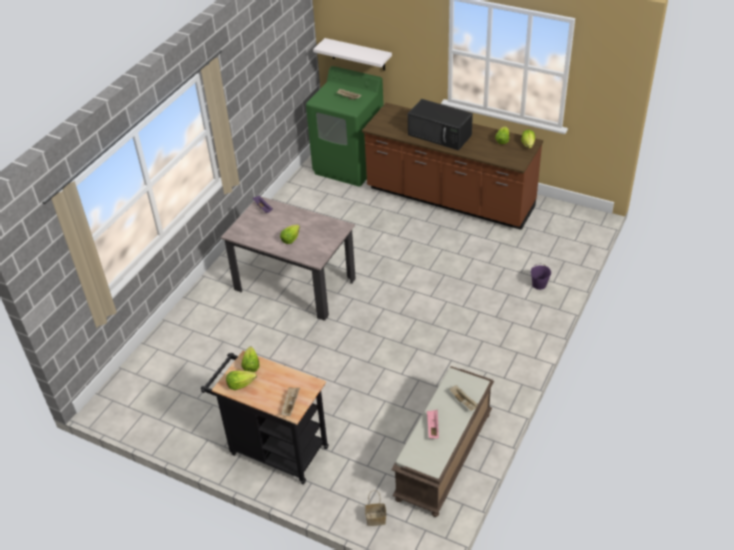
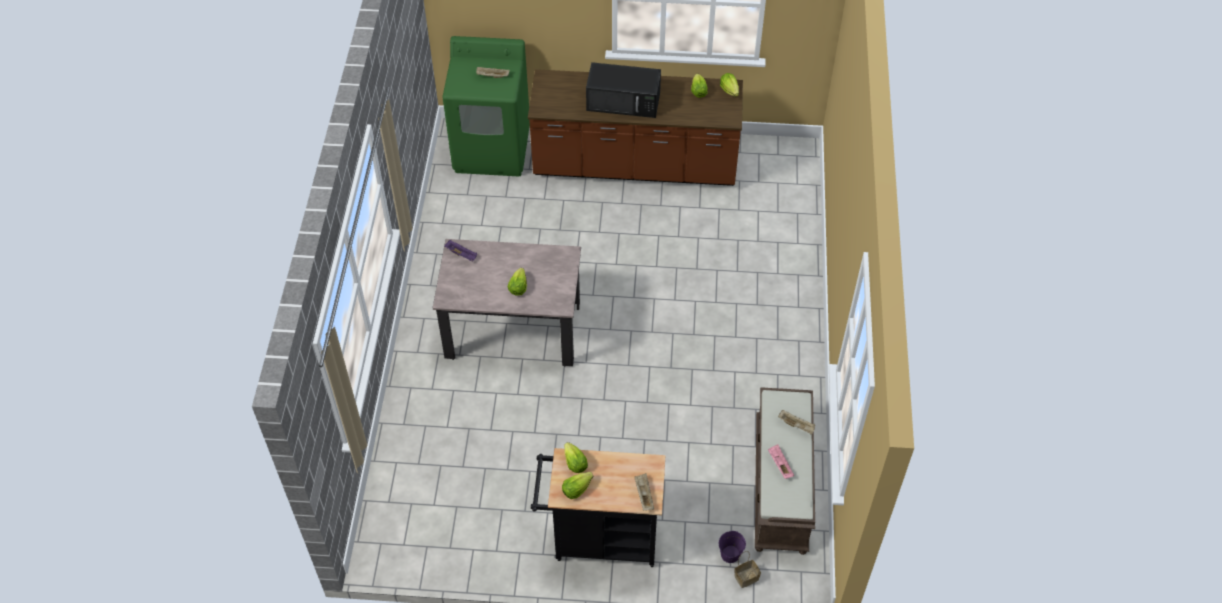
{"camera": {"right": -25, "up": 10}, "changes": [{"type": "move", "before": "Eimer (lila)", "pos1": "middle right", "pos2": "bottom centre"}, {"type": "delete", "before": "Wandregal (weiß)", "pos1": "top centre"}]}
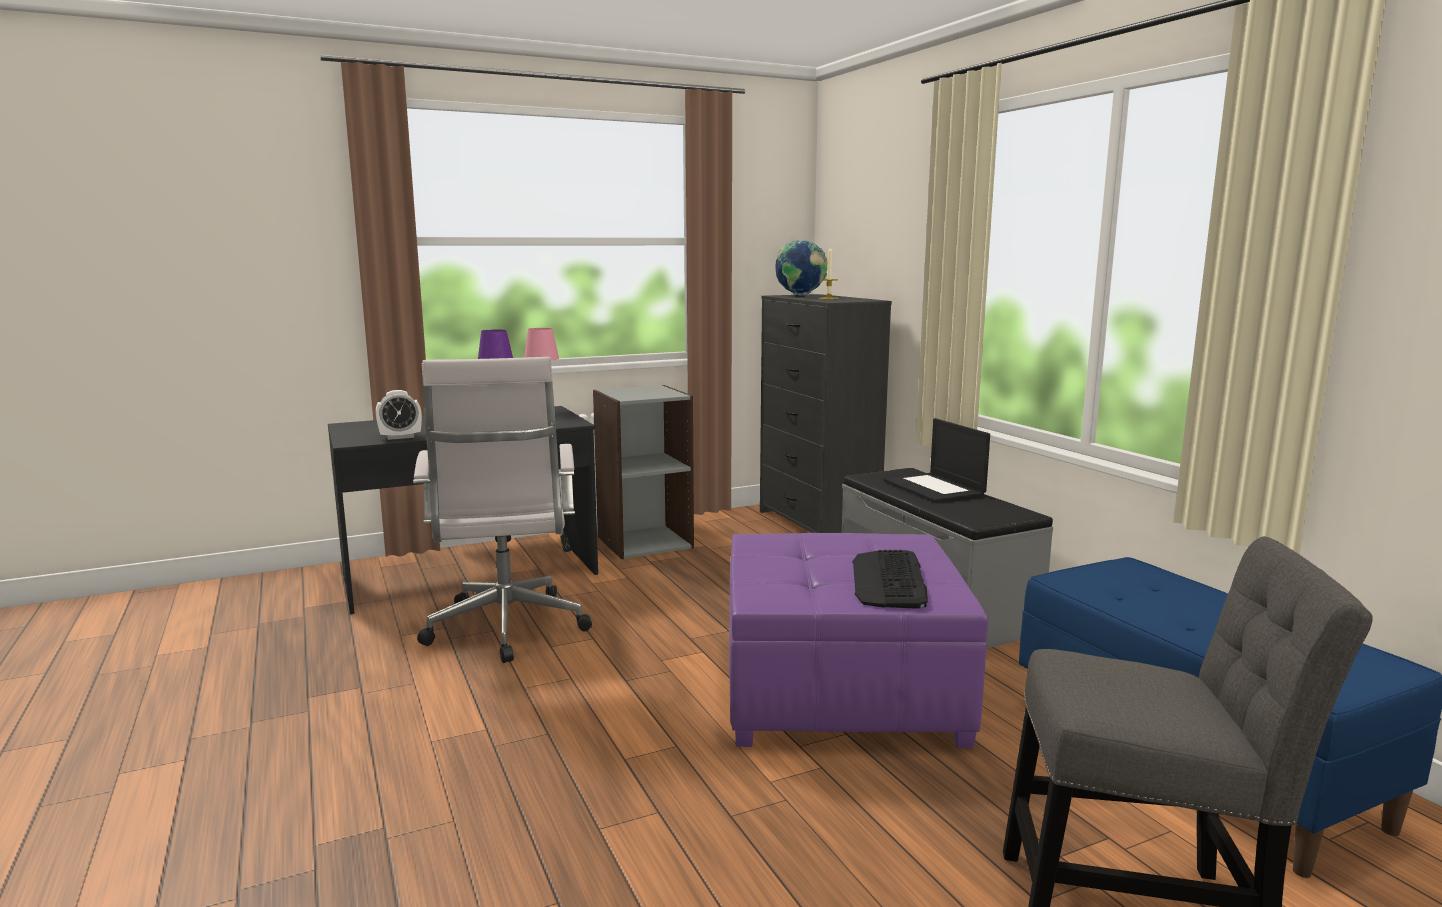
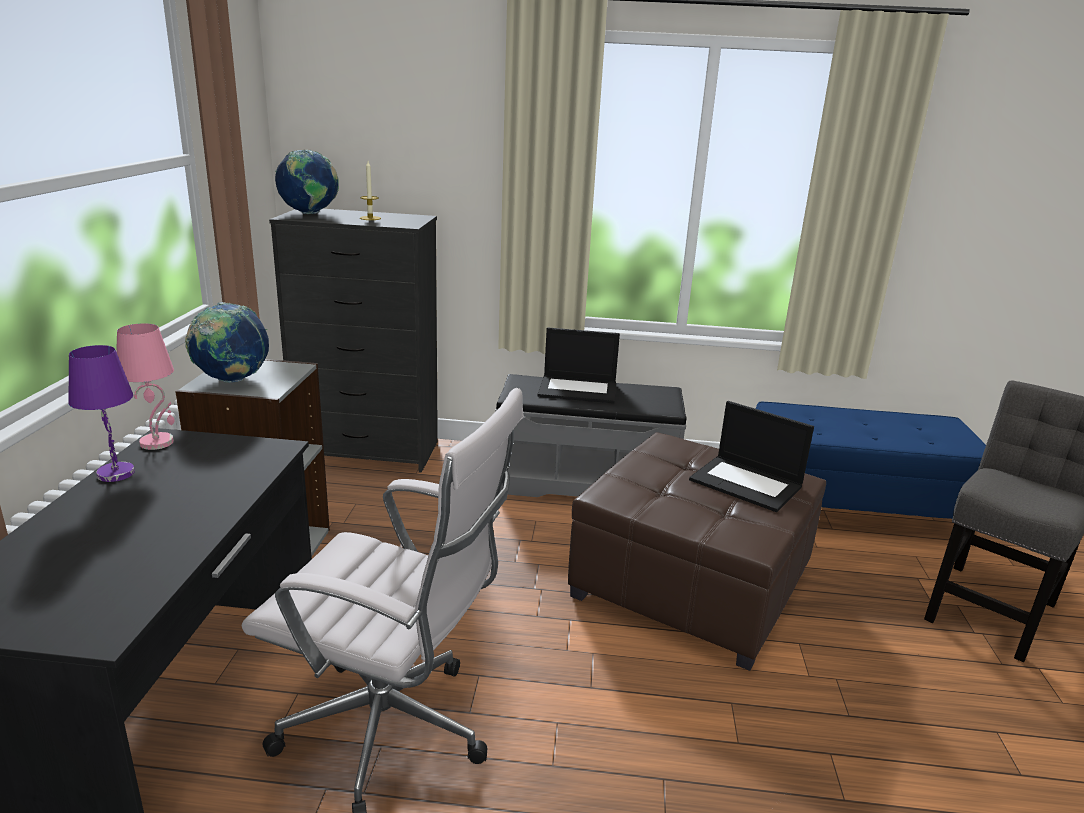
{"camera": {"right": -60, "up": 10}, "changes": [{"type": "insert", "after": "Globus (1st from left)", "pos2": "middle left"}, {"type": "recolor", "before": "Polsterhocker (lila)", "after": "Polsterhocker (braun)", "pos1": "bottom centre", "pos2": "bottom centre"}, {"type": "replace", "before": "Tastatur", "after": "Laptop (2nd from left)", "pos1": "centre", "pos2": "middle right"}, {"type": "delete", "before": "Wecker", "pos1": "middle left"}]}
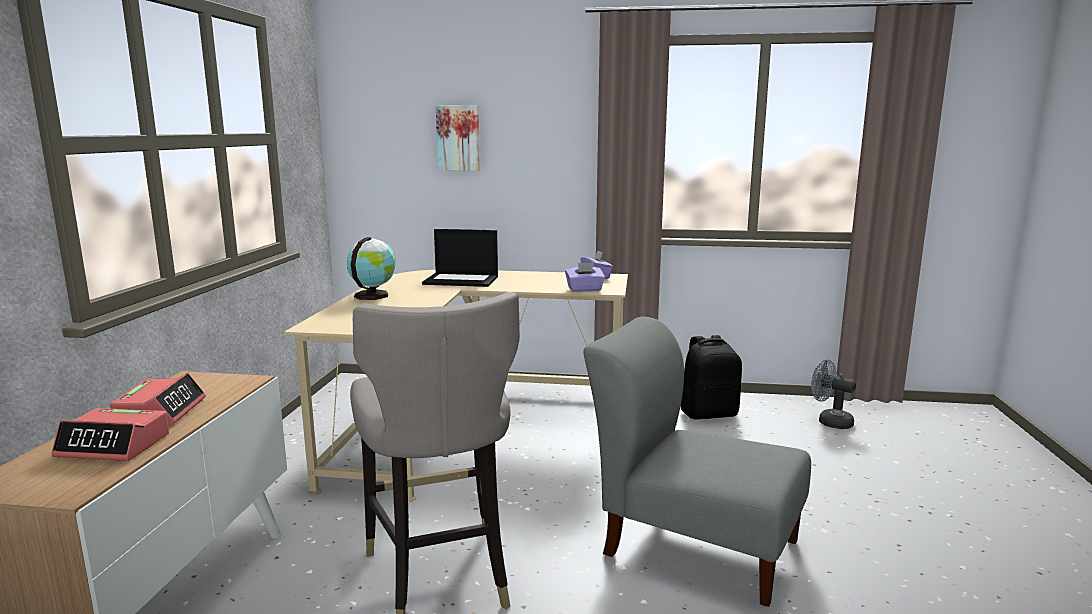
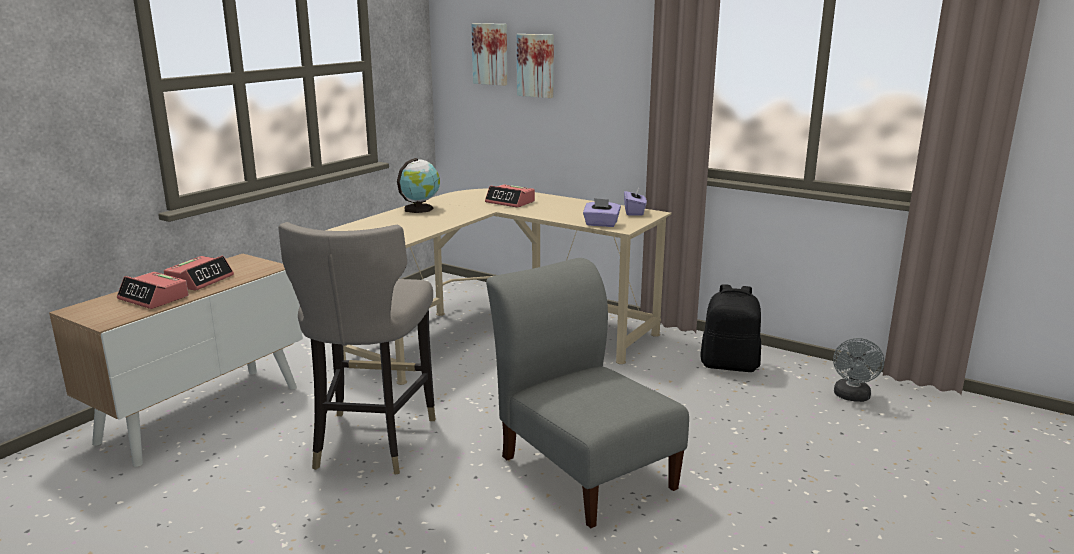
{"camera": {"right": 25, "up": 5}, "changes": [{"type": "insert", "after": "Bild (1st from left)", "pos2": "top centre"}, {"type": "replace", "before": "Laptop", "after": "Wecker (3rd from left)", "pos1": "centre", "pos2": "centre"}, {"type": "rotate", "before": "Ventilator (grau)", "pos1": "middle right", "pos2": "bottom right", "turn": -135}]}
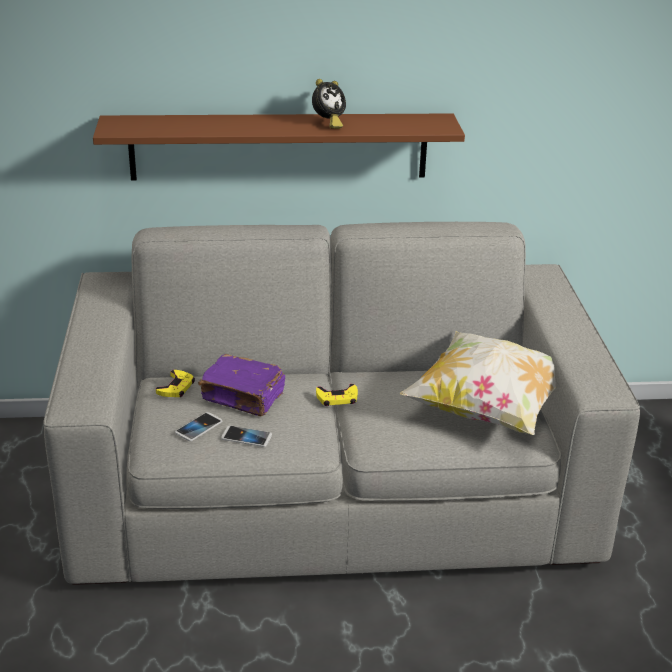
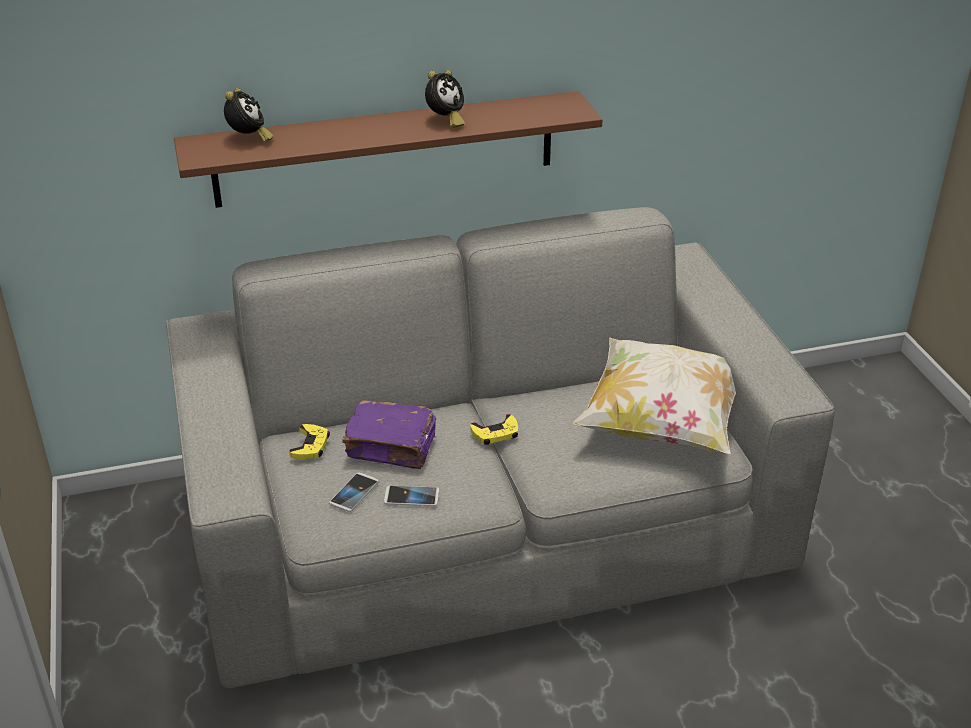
{"camera": {"right": -10, "up": 5}, "changes": [{"type": "insert", "after": "Wecker (1st from left)", "pos2": "top left"}]}
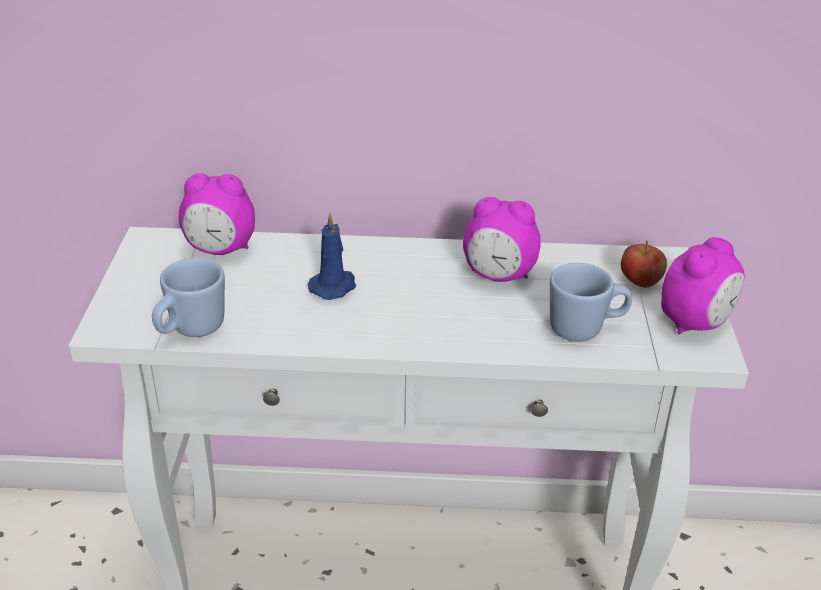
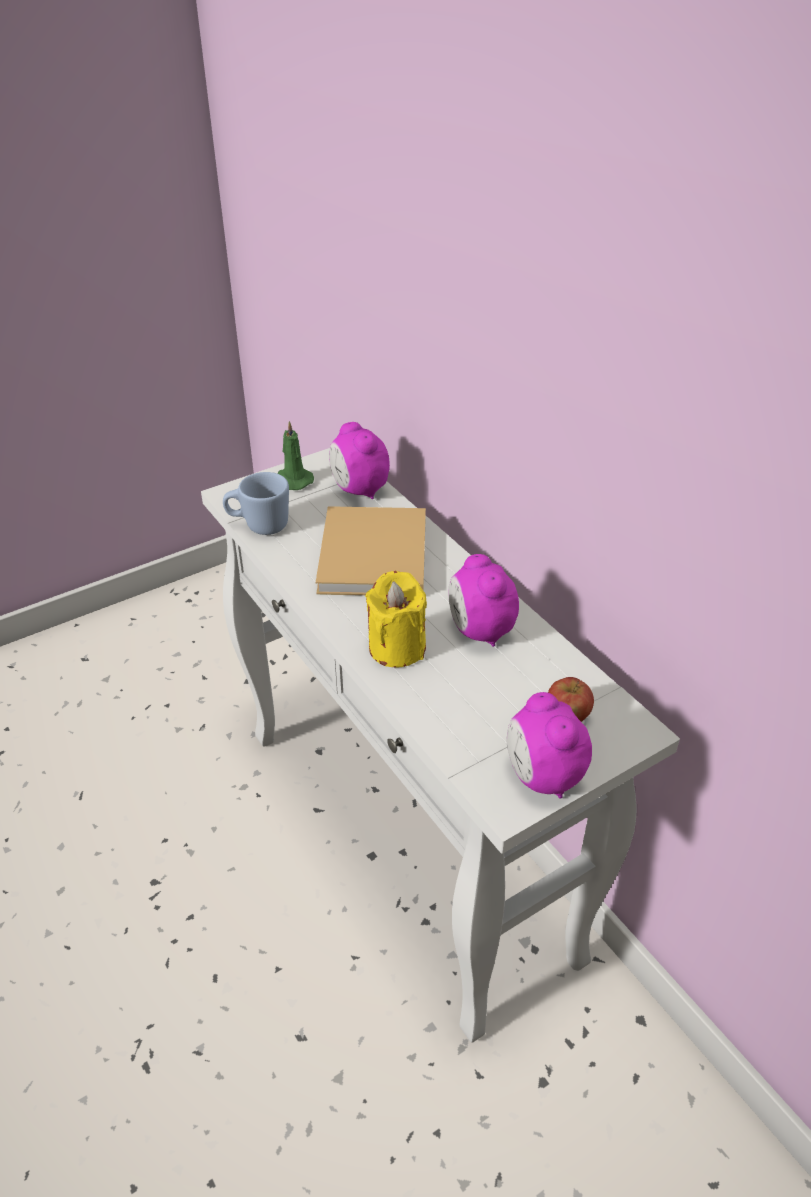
{"camera": {"right": 55, "up": 5}, "changes": [{"type": "insert", "after": "Kerze (grün)", "pos2": "centre"}, {"type": "replace", "before": "Kerze (blau)", "after": "Buch (beige)", "pos1": "centre", "pos2": "centre"}, {"type": "insert", "after": "Kerze (gelb)", "pos2": "centre"}, {"type": "rotate", "before": "Wecker (3rd from left)", "pos1": "middle right", "pos2": "middle right", "turn": 60}, {"type": "delete", "before": "Henkelbecher (blau) (2nd from left)", "pos1": "middle right"}]}
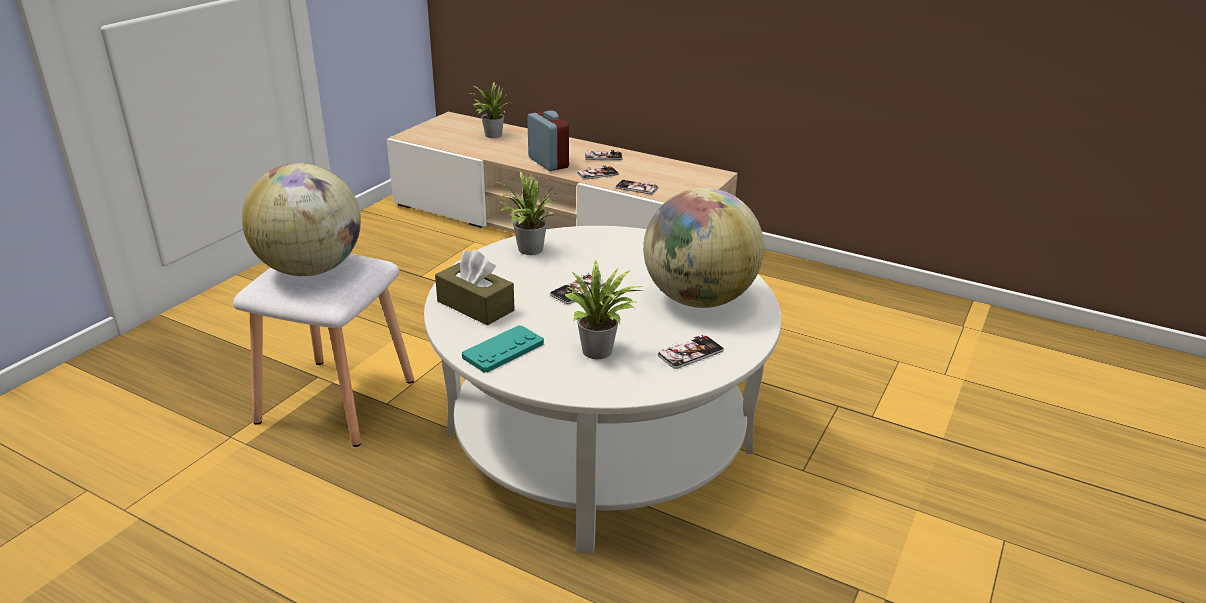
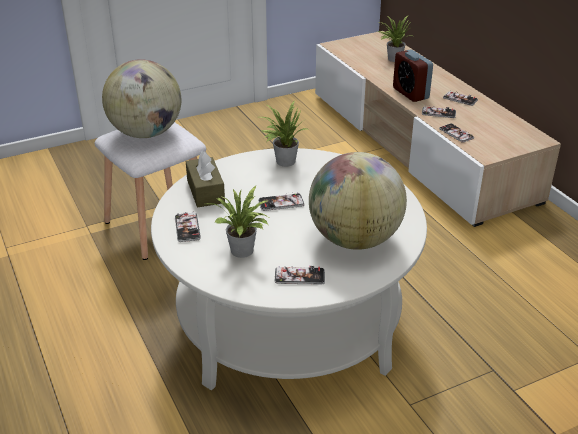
{"camera": {"right": 35, "up": 5}, "changes": [{"type": "replace", "before": "Gamepad (türkis)", "after": "Handy (1st from left)", "pos1": "centre", "pos2": "middle left"}, {"type": "rotate", "before": "Wecker", "pos1": "top centre", "pos2": "top right", "turn": 150}]}
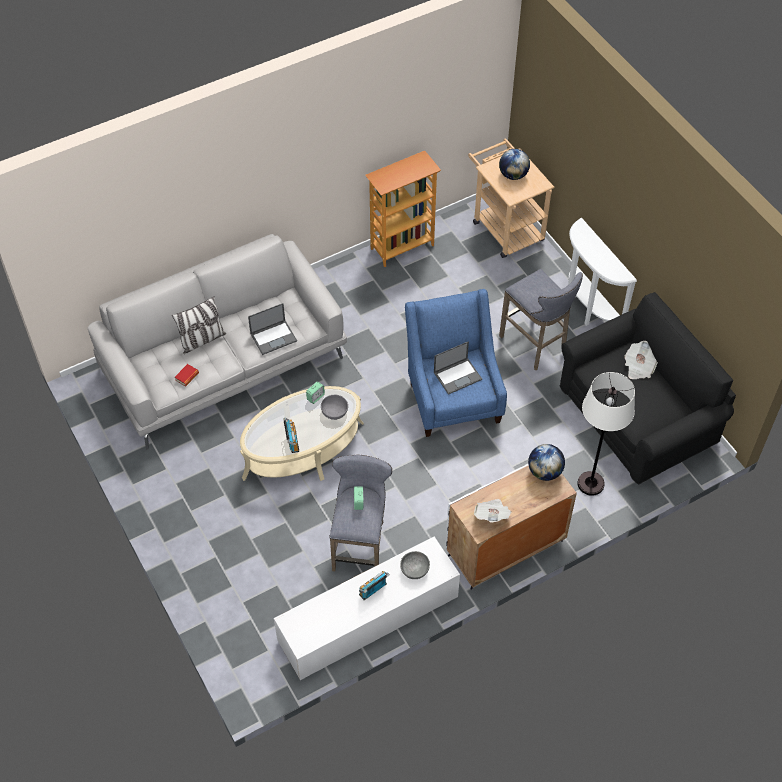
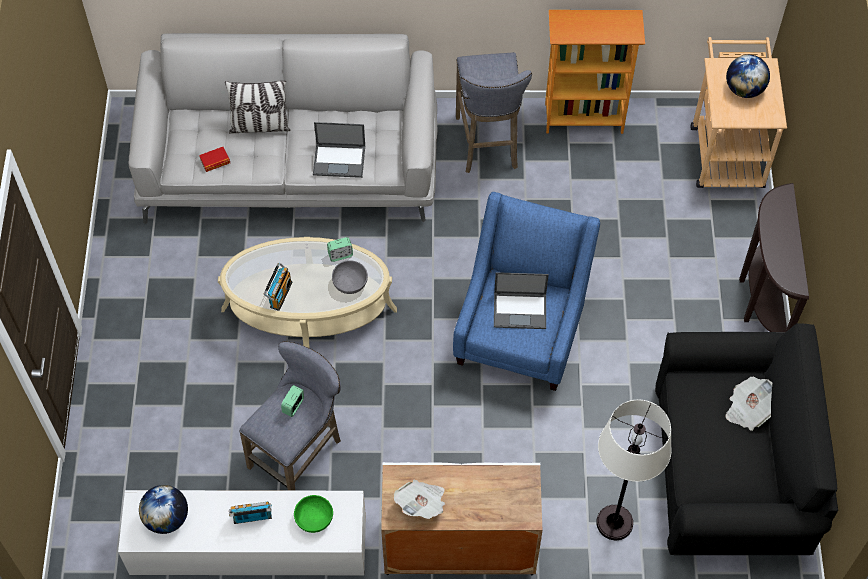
{"camera": {"right": 30, "up": 5}, "changes": [{"type": "move", "before": "Globus (2nd from left in the first image)", "after": "Globus (1st from left)", "pos1": "middle right", "pos2": "bottom left"}, {"type": "recolor", "before": "Schüssel (grau) (2nd from left)", "after": "Schüssel (grün)", "pos1": "bottom centre", "pos2": "bottom centre"}, {"type": "move", "before": "Hocker (grau) (2nd from left)", "pos1": "middle right", "pos2": "top centre"}, {"type": "recolor", "before": "Konsolentisch (weiß)", "after": "Konsolentisch (braun)", "pos1": "middle right", "pos2": "middle right"}]}
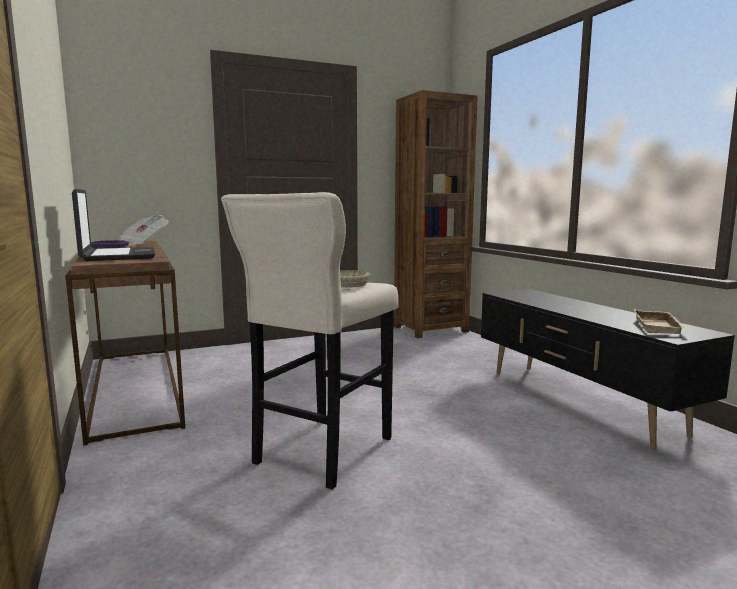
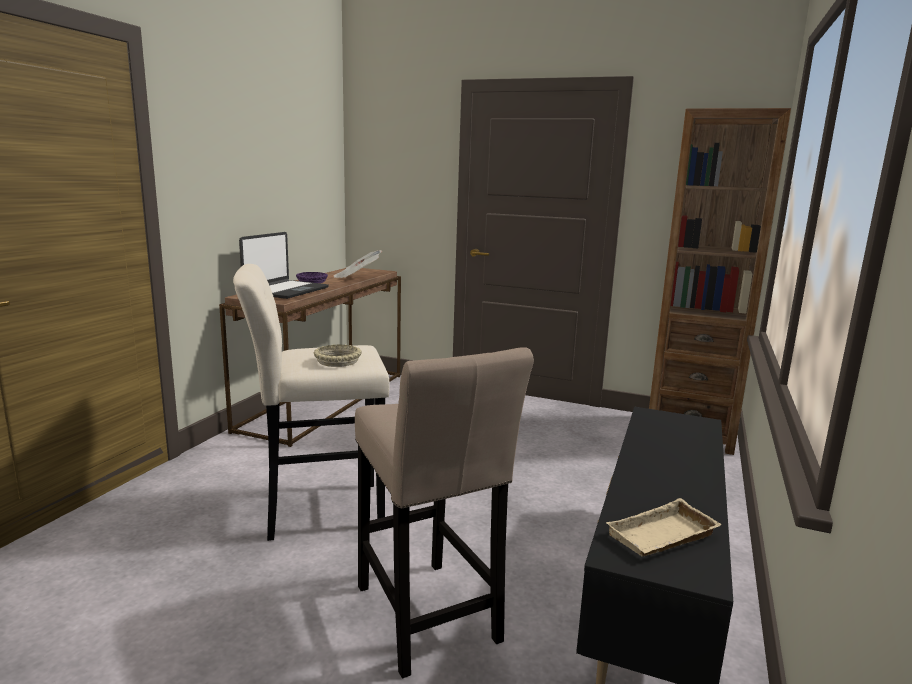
{"camera": {"right": 45, "up": 5}, "changes": [{"type": "insert", "after": "Hocker (beige) (2nd from left)", "pos2": "bottom centre"}]}
